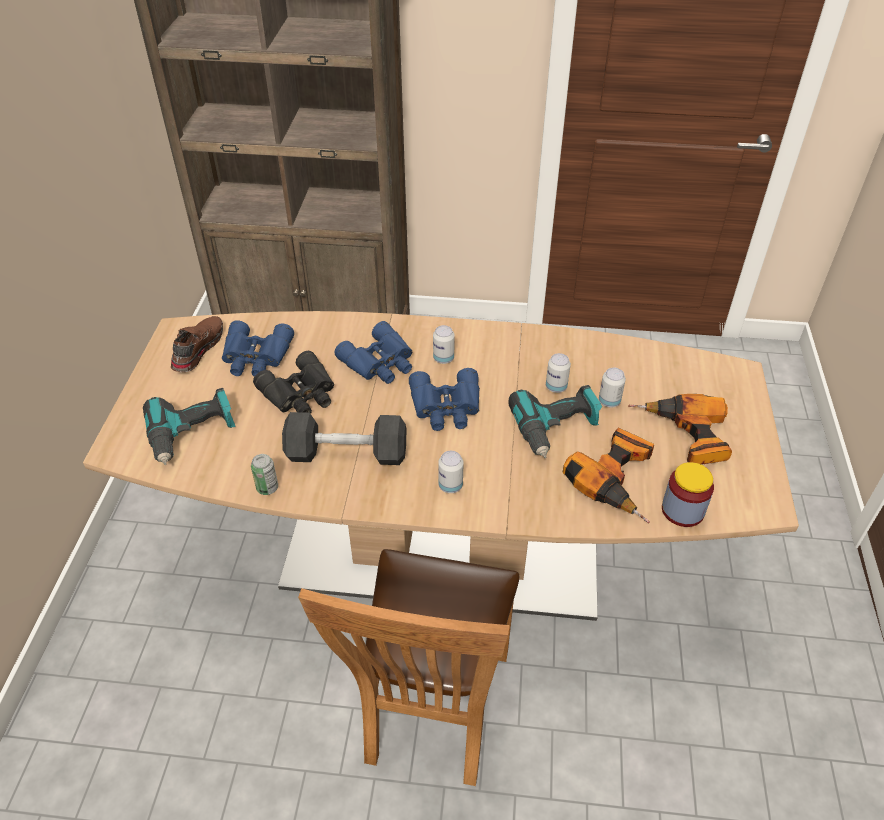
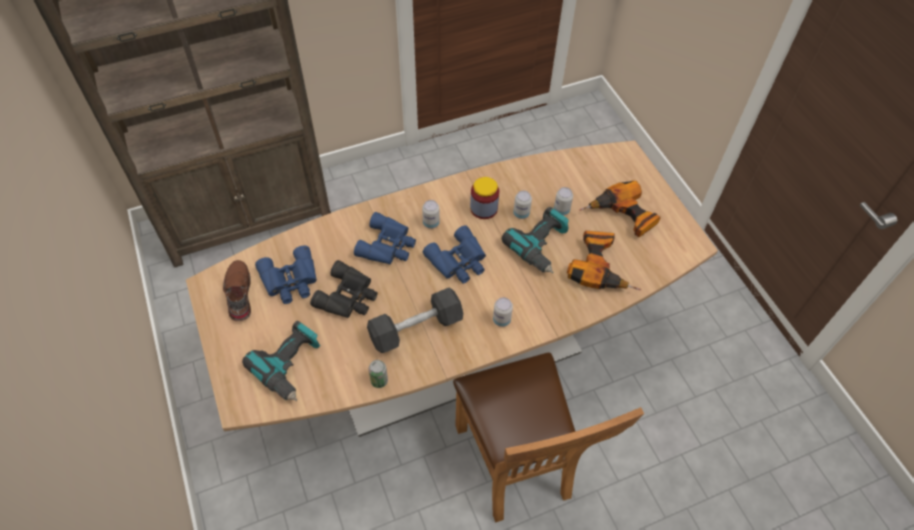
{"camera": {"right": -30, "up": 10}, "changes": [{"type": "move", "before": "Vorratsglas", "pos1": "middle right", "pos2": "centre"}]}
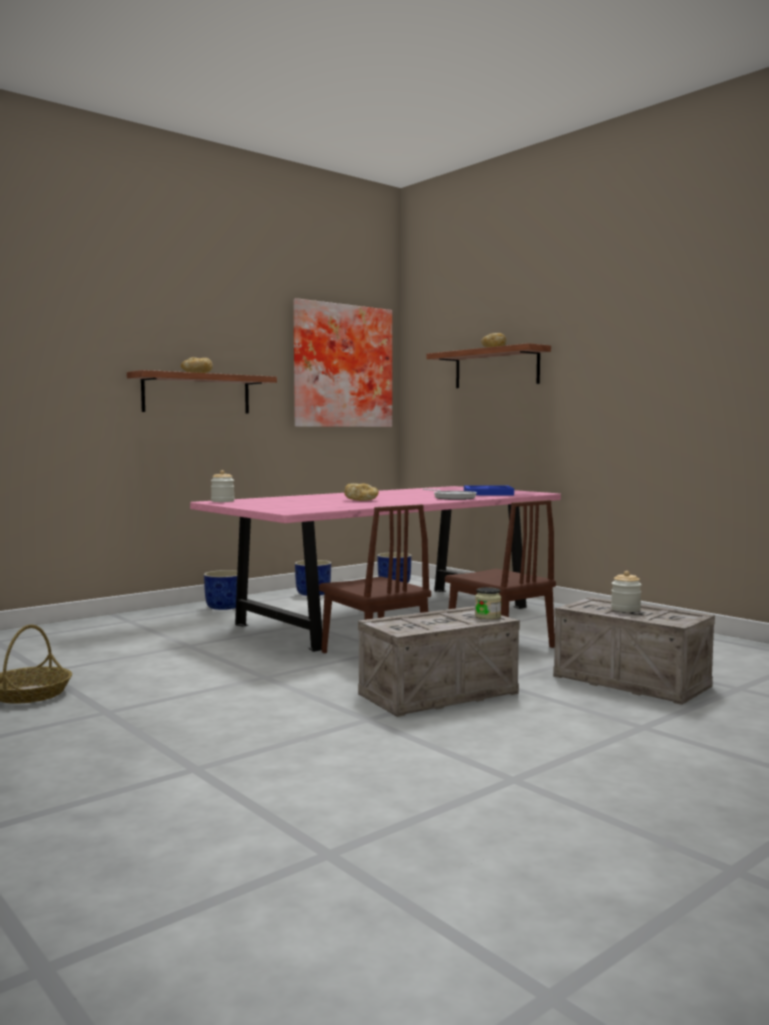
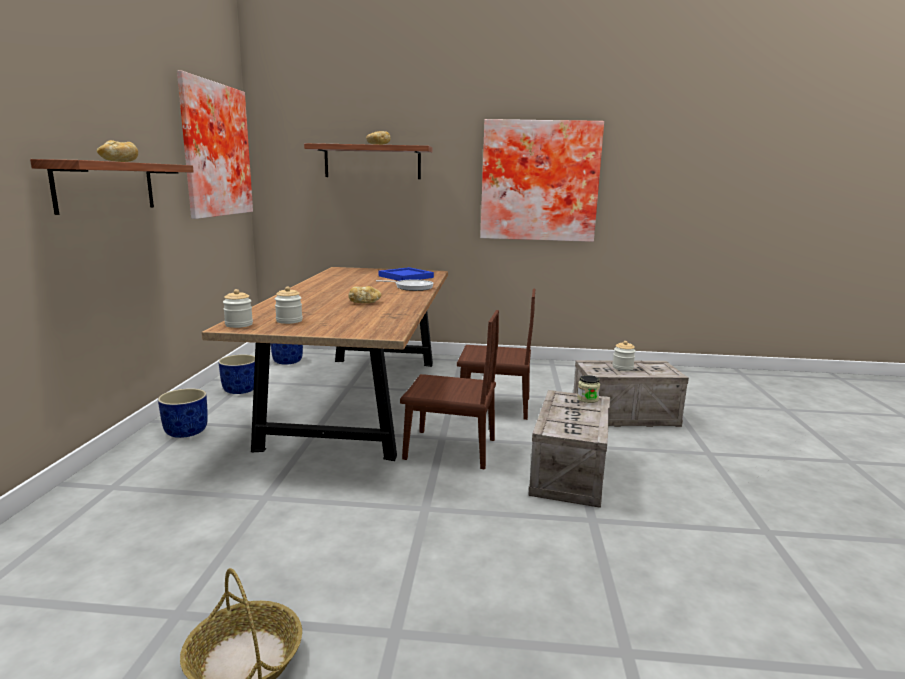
{"camera": {"right": -45, "up": 10}, "changes": [{"type": "recolor", "before": "Esstisch (rosa)", "after": "Esstisch (braun)", "pos1": "centre", "pos2": "centre"}, {"type": "insert", "after": "Vorratsglas (2nd from left)", "pos2": "middle left"}, {"type": "insert", "after": "Bild (2nd from left)", "pos2": "top centre"}]}
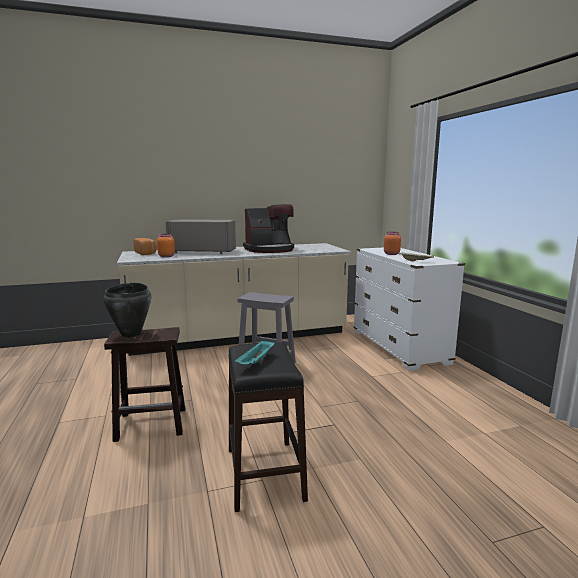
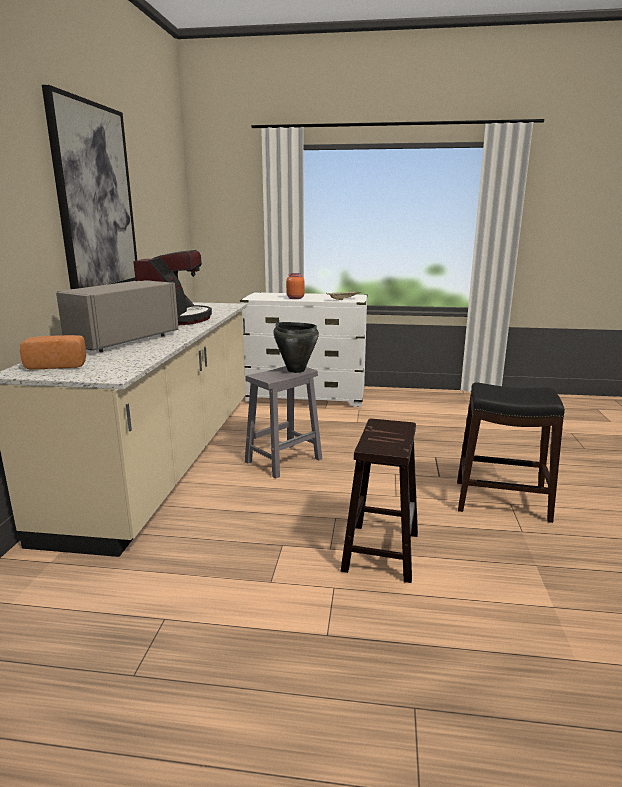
{"camera": {"right": -65, "up": 5}, "changes": [{"type": "insert", "after": "Bild", "pos2": "top left"}, {"type": "move", "before": "Kochtopf (schwarz)", "pos1": "middle left", "pos2": "centre"}, {"type": "delete", "before": "Vorratsglas (orange) (1st from left)", "pos1": "middle left"}, {"type": "delete", "before": "Tablett (türkis)", "pos1": "centre"}]}
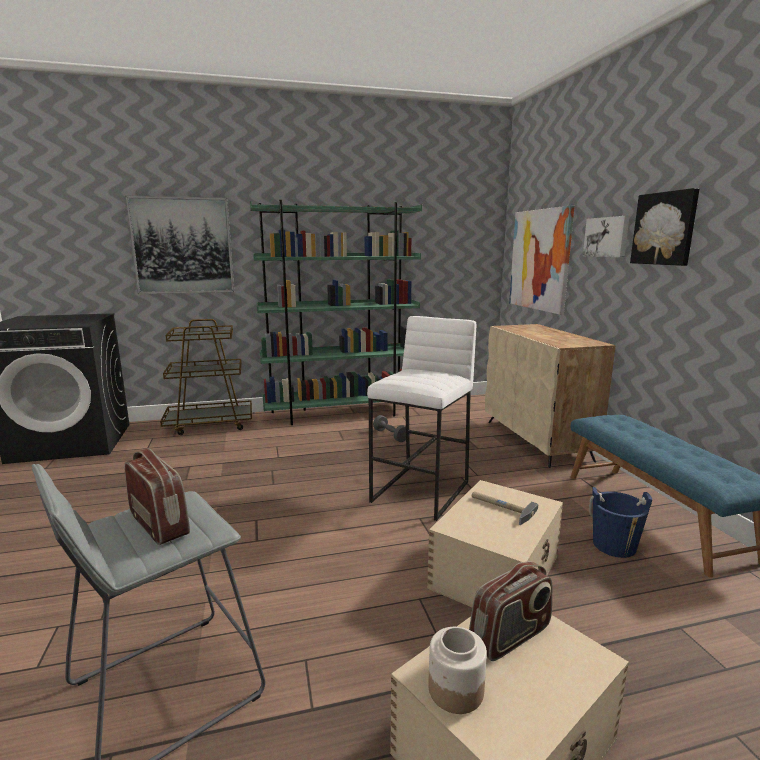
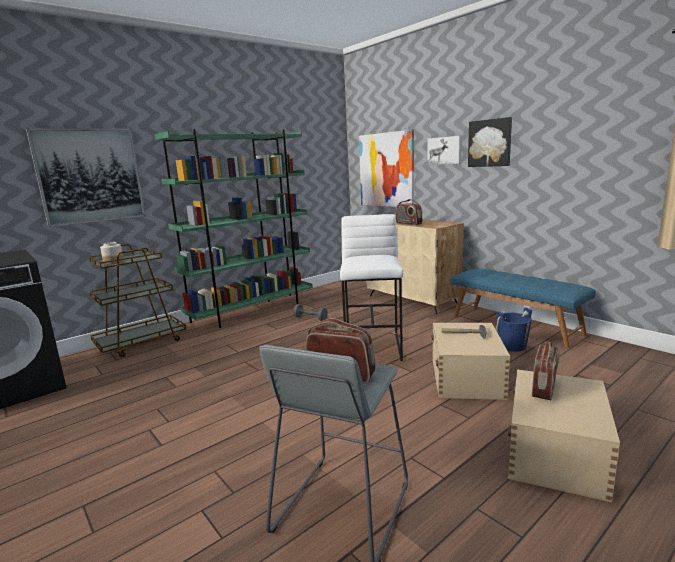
{"camera": {"right": -25, "up": 0}, "changes": [{"type": "move", "before": "Vorratsglas", "pos1": "bottom centre", "pos2": "middle left"}, {"type": "insert", "after": "Radio (2nd from left)", "pos2": "centre"}]}
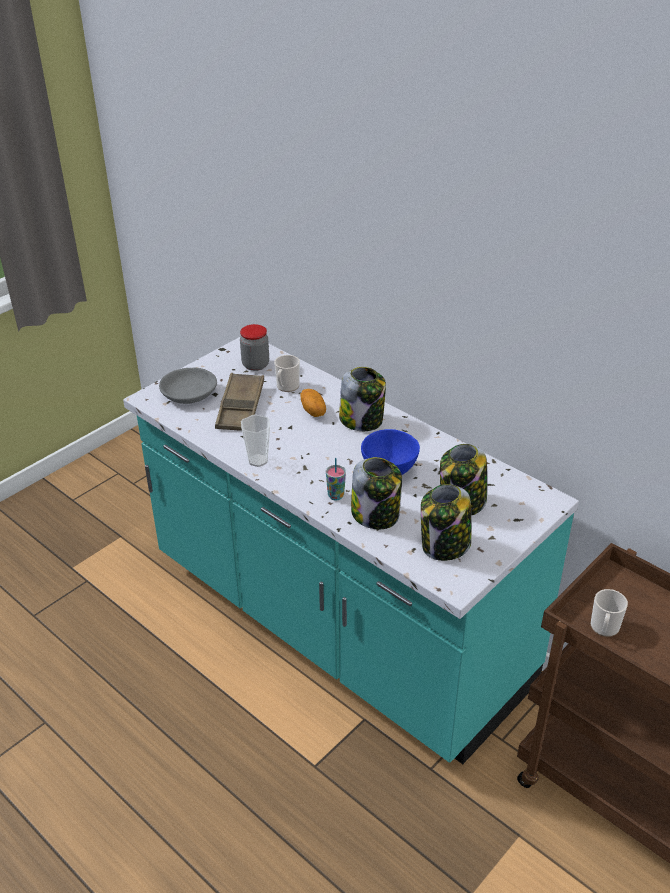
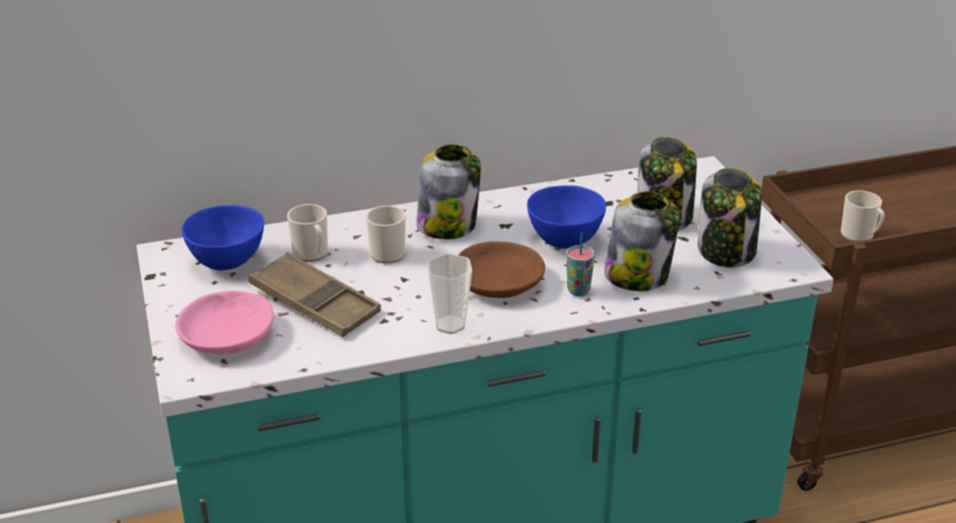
{"camera": {"right": -60, "up": -5}, "changes": [{"type": "recolor", "before": "Schüssel (grau)", "after": "Schüssel (rosa)", "pos1": "middle left", "pos2": "middle left"}, {"type": "replace", "before": "Vorratsglas (1st from left)", "after": "Schüssel (blau) (1st from left)", "pos1": "centre", "pos2": "middle left"}, {"type": "replace", "before": "Kartoffel", "after": "Henkelbecher (2nd from left)", "pos1": "centre", "pos2": "centre"}, {"type": "insert", "after": "Schüssel (braun)", "pos2": "centre"}]}
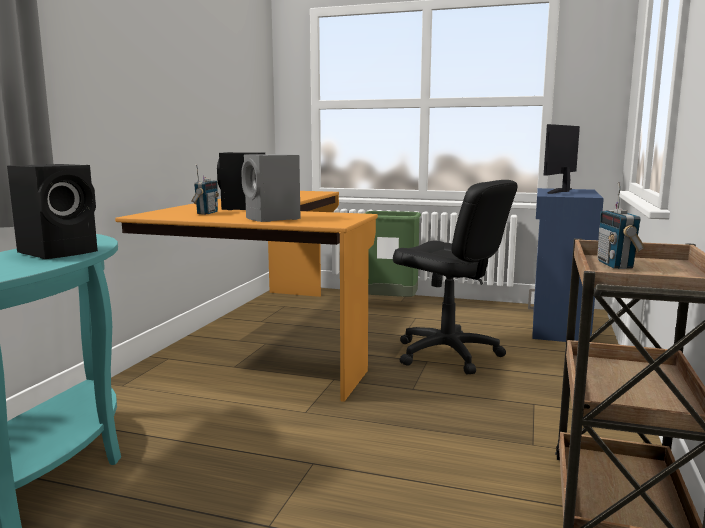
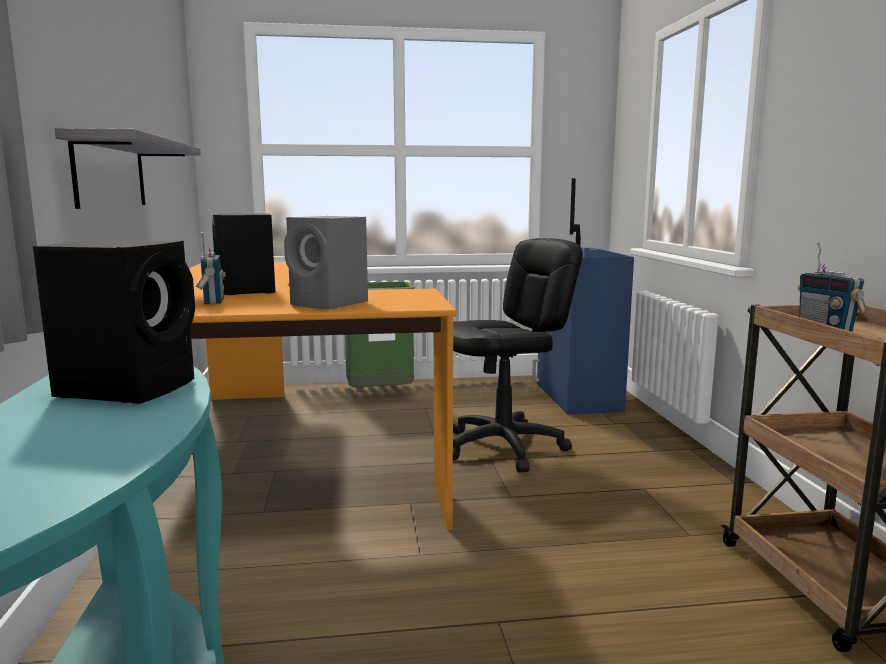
{"camera": {"right": -25, "up": 0}, "changes": [{"type": "insert", "after": "Wandregal (grau)", "pos2": "top left"}, {"type": "rotate", "before": "Bürostuhl (schwarz)", "pos1": "centre", "pos2": "centre", "turn": -45}]}
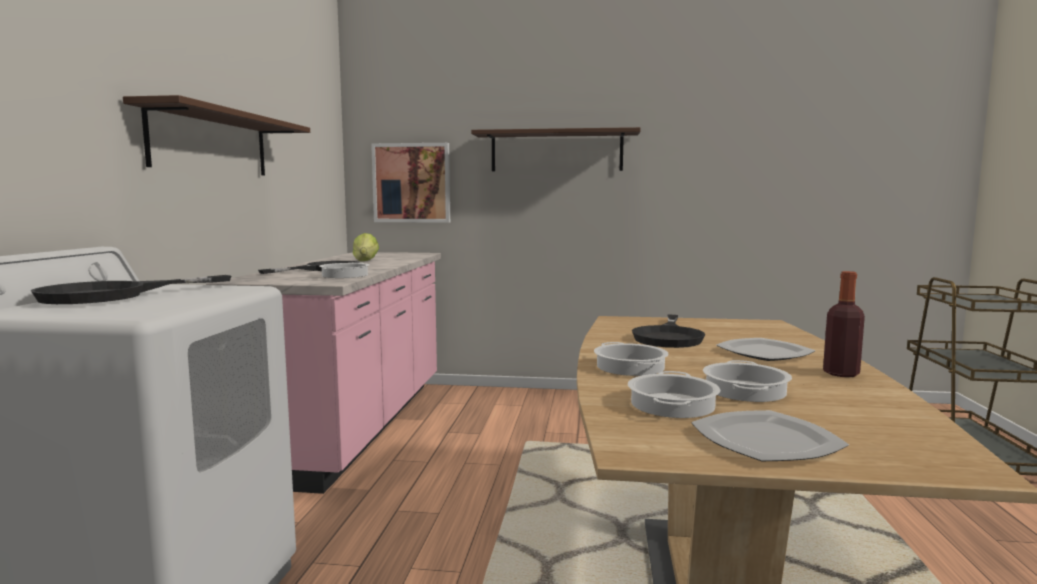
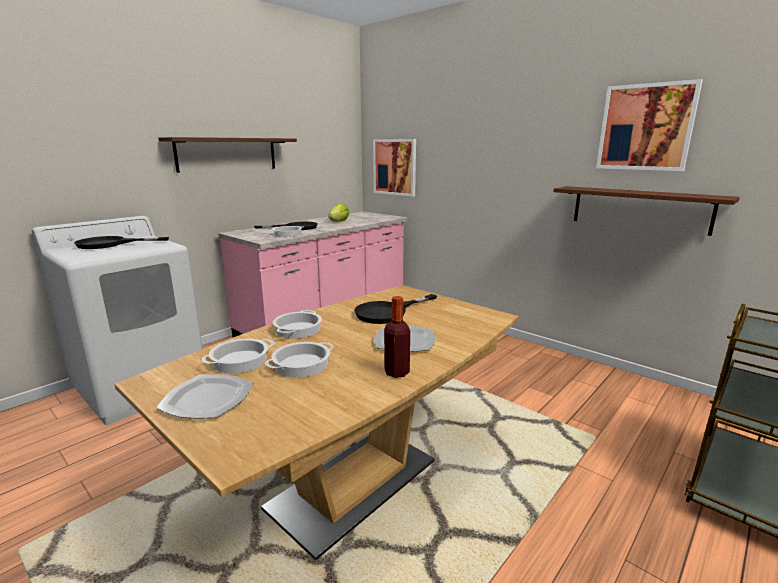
{"camera": {"right": 35, "up": 10}, "changes": [{"type": "move", "before": "Wandregal (braun) (2nd from left)", "pos1": "top centre", "pos2": "middle right"}, {"type": "insert", "after": "Bild (2nd from left)", "pos2": "top right"}]}
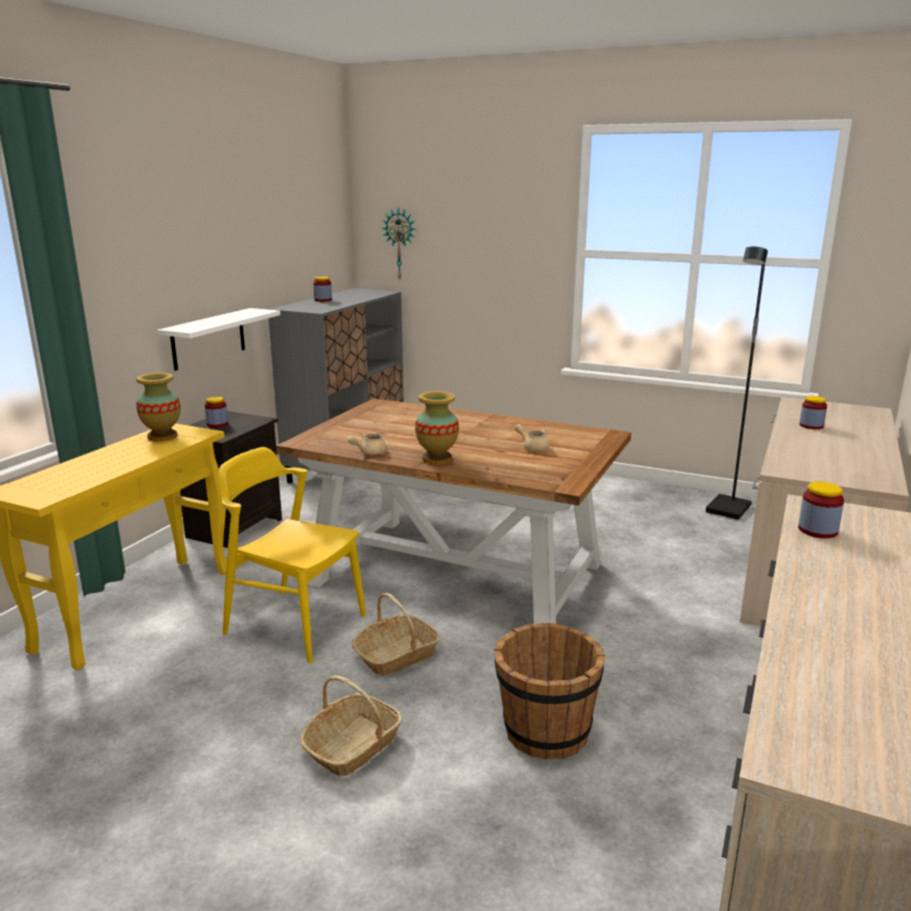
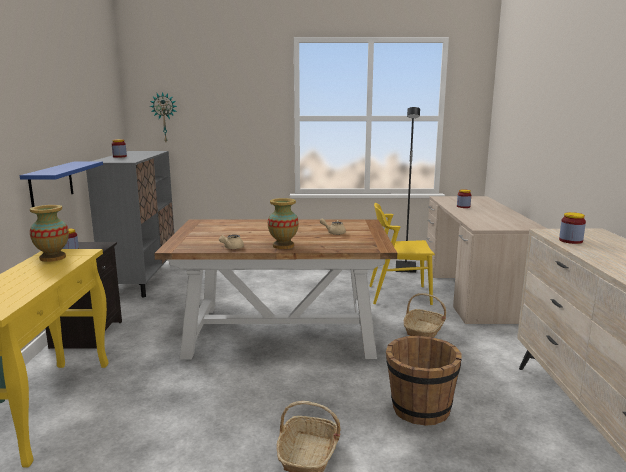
{"camera": {"right": -25, "up": -5}, "changes": [{"type": "recolor", "before": "Wandregal (weiß)", "after": "Wandregal (blau)", "pos1": "middle left", "pos2": "middle left"}, {"type": "move", "before": "Stuhl (gelb)", "pos1": "middle left", "pos2": "centre"}, {"type": "move", "before": "Korb (2nd from left)", "pos1": "bottom centre", "pos2": "bottom right"}]}
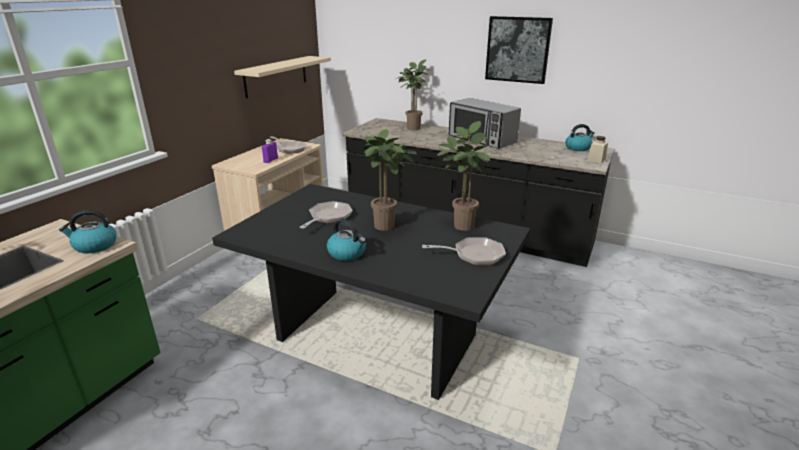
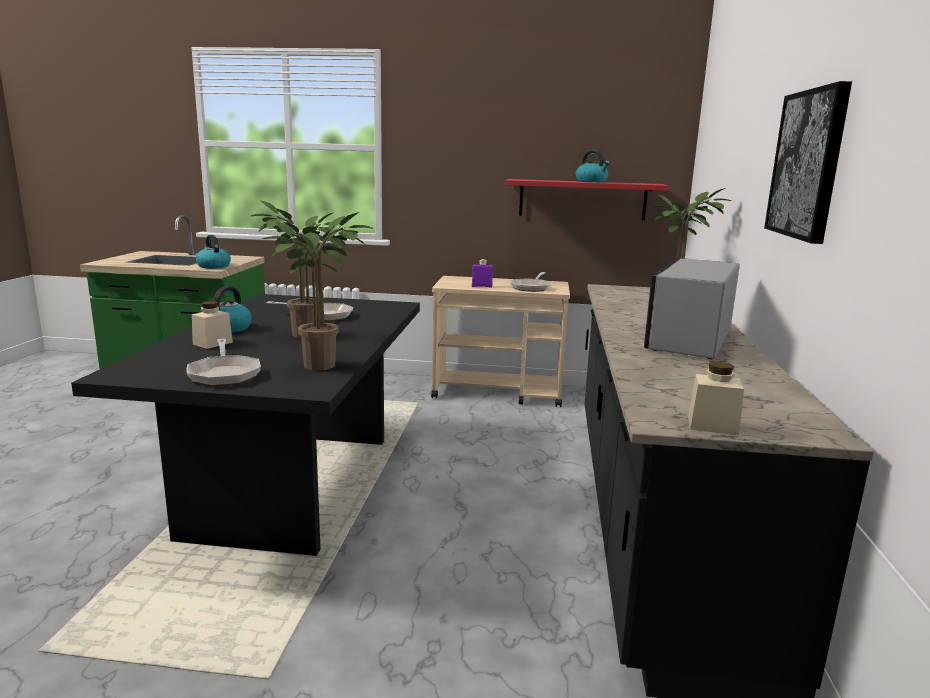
{"camera": {"right": 70, "up": -10}, "changes": [{"type": "insert", "after": "Vorratsglas (beige) (1st from left)", "pos2": "middle left"}, {"type": "recolor", "before": "Wandregal (beige)", "after": "Wandregal (rot)", "pos1": "top centre", "pos2": "top centre"}, {"type": "move", "before": "Wasserkessel (3rd from left)", "pos1": "top right", "pos2": "top centre"}]}
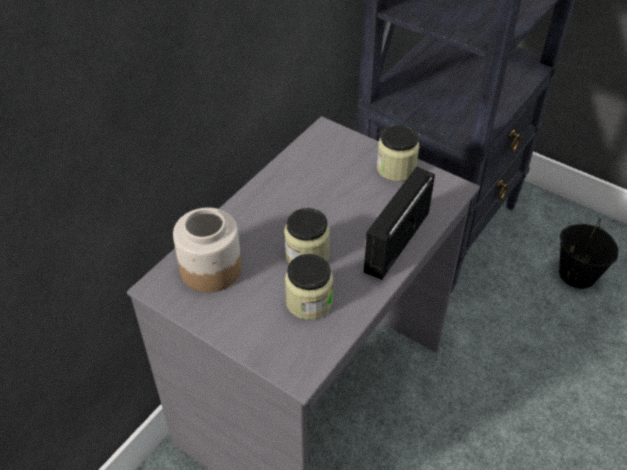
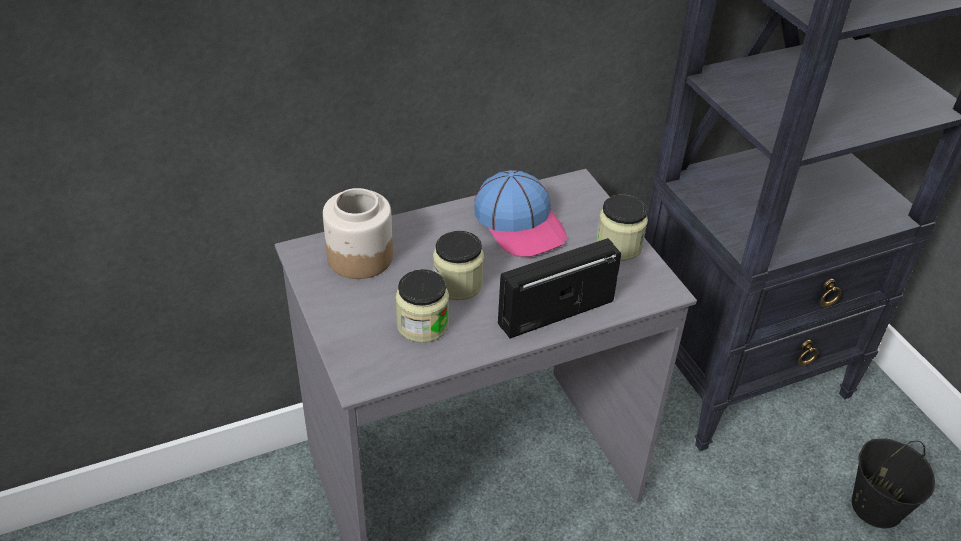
{"camera": {"right": 30, "up": -5}, "changes": [{"type": "insert", "after": "Kappe", "pos2": "centre"}]}
